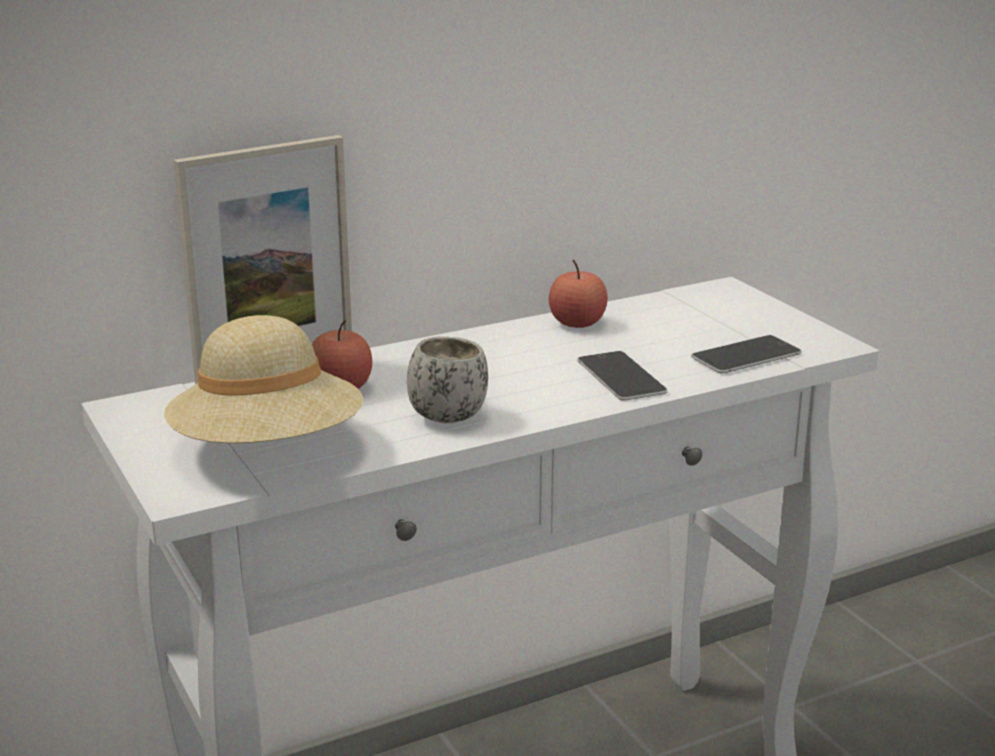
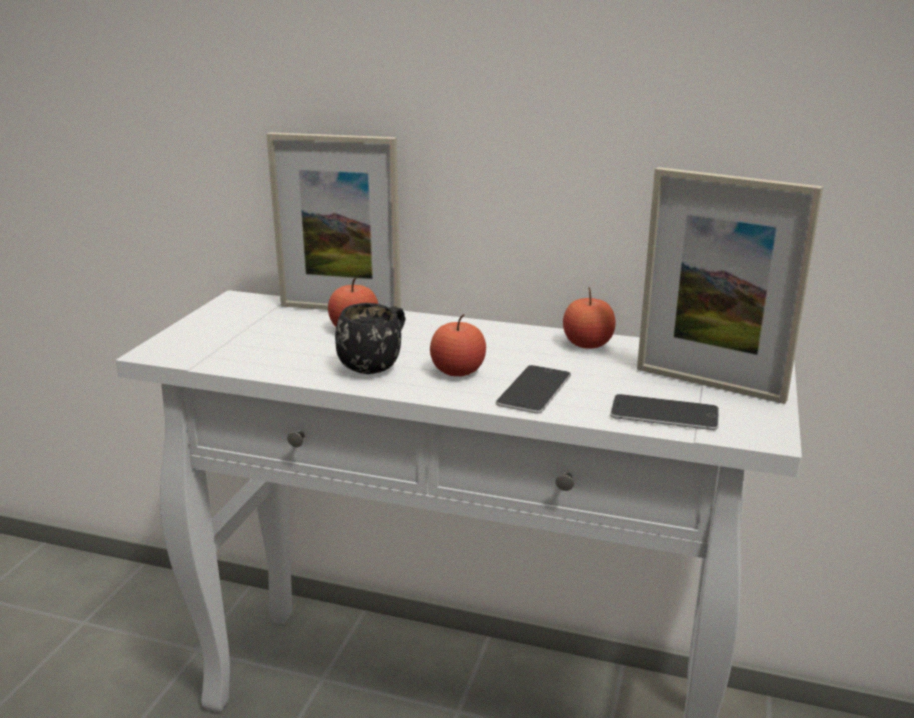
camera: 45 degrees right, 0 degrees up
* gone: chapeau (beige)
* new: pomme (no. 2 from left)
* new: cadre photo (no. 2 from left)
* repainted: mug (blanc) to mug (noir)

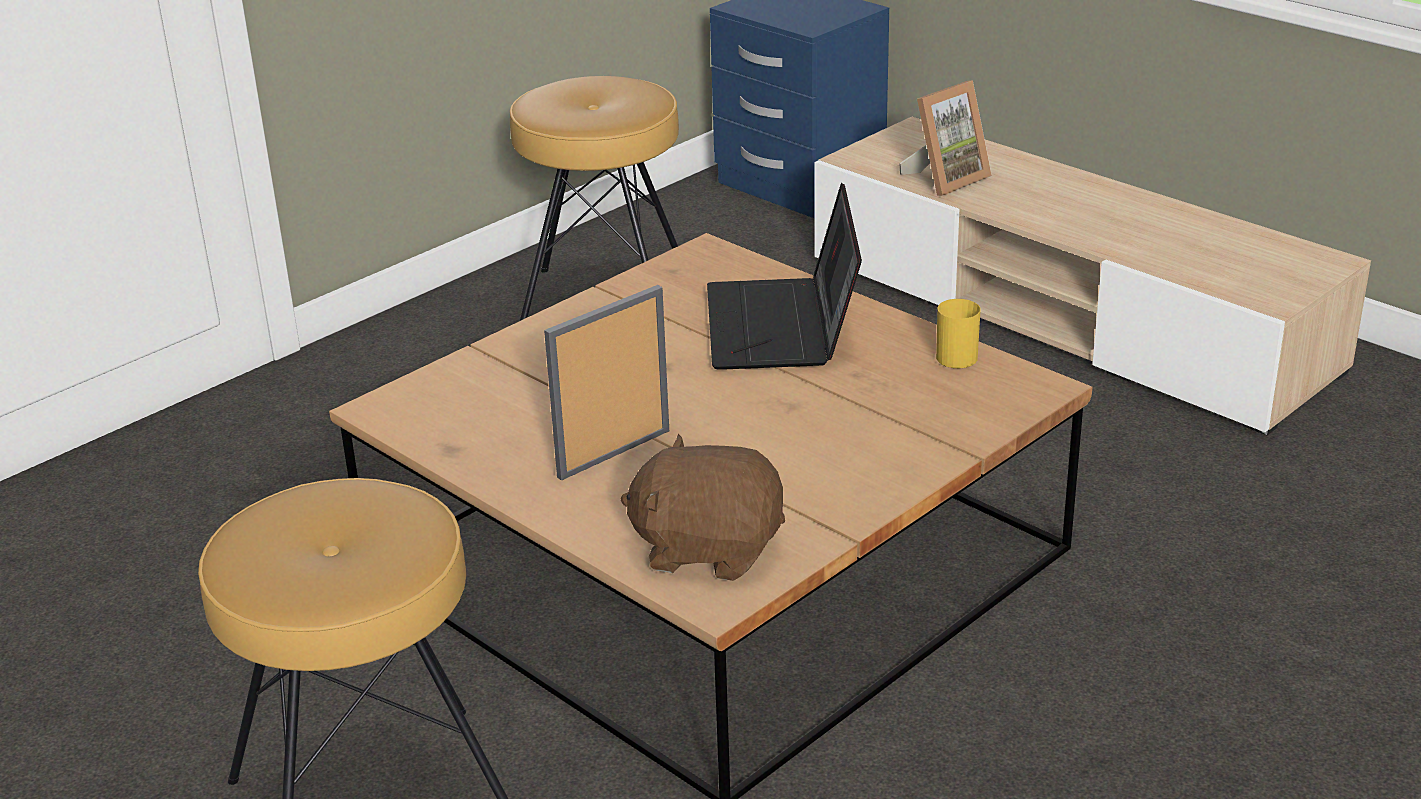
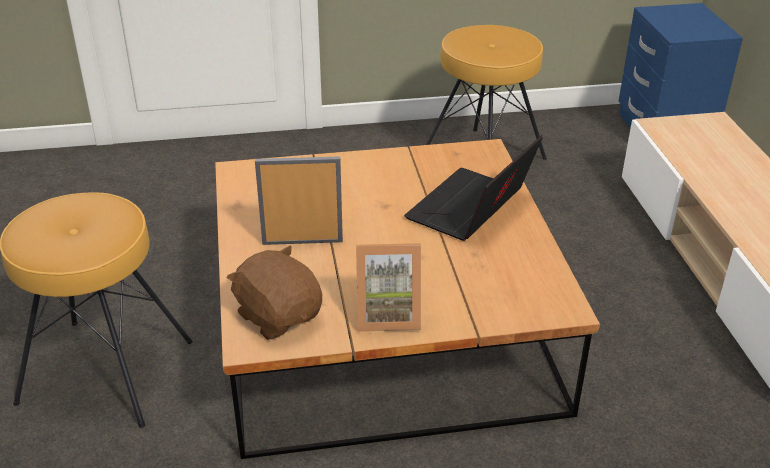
camera: 35 degrees right, 5 degrees up
* gone: mug (jaune)
* shifted: cadre photo (no. 2 from left)

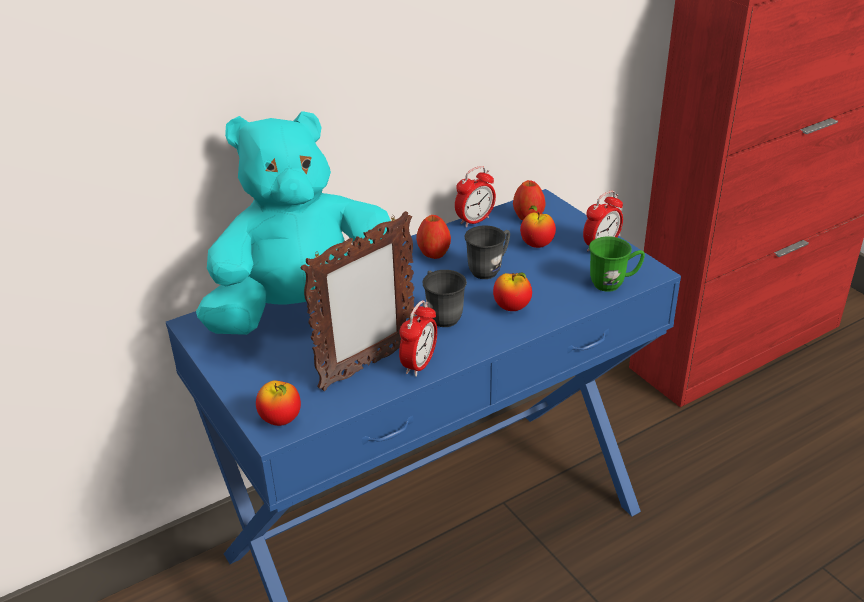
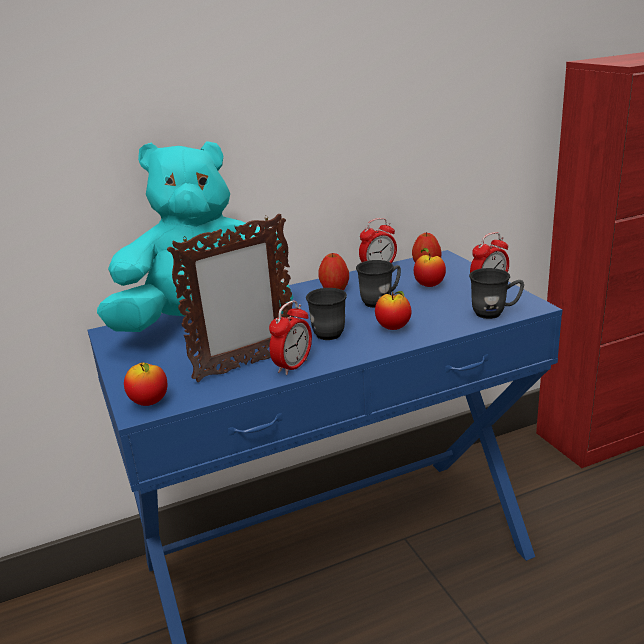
camera: 10 degrees right, 10 degrees down
* repainted: mug (vert) to mug (gris) (no. 3 from left)

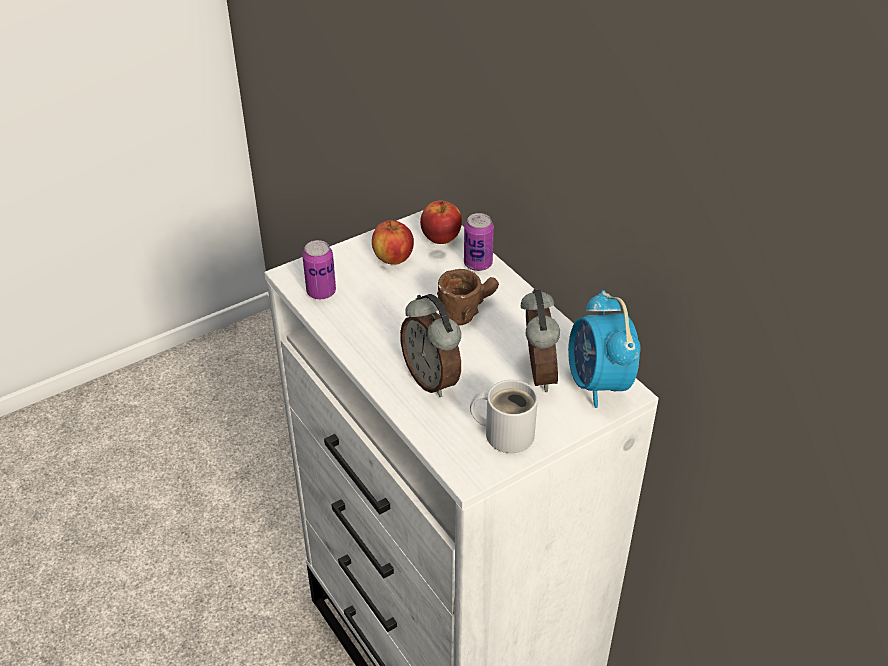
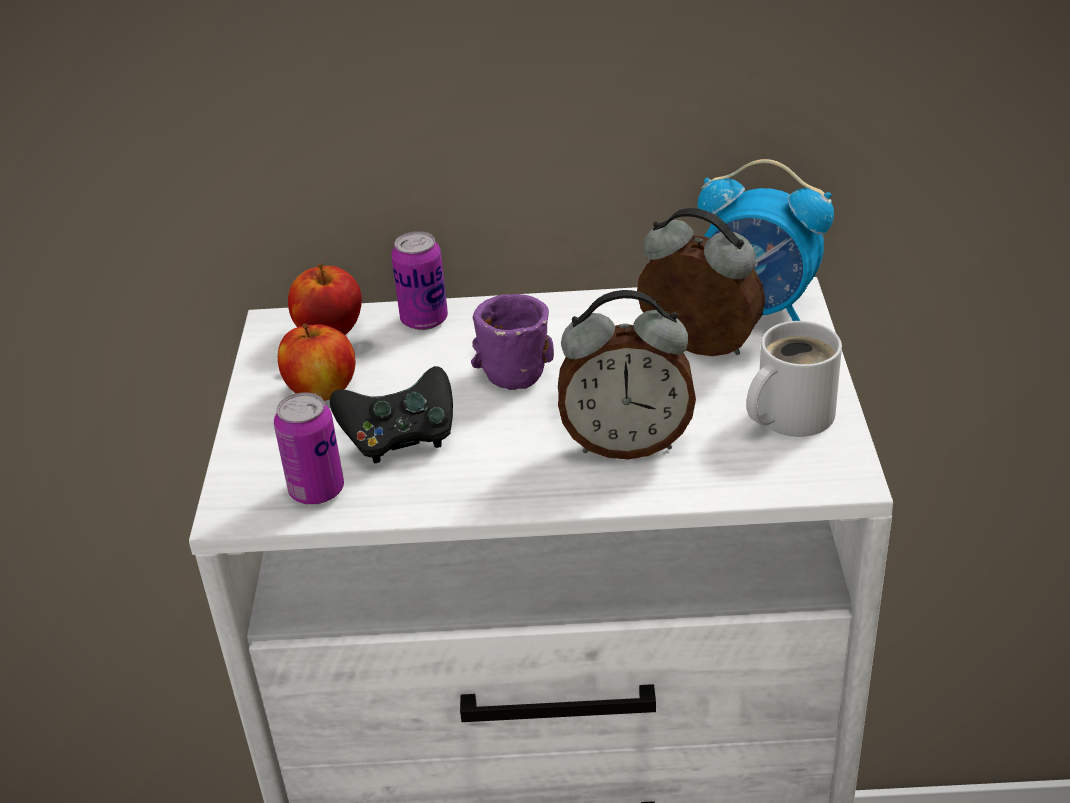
camera: 55 degrees left, 5 degrees down
* new: manette (noir)
* repainted: mug (marron) to mug (violet)

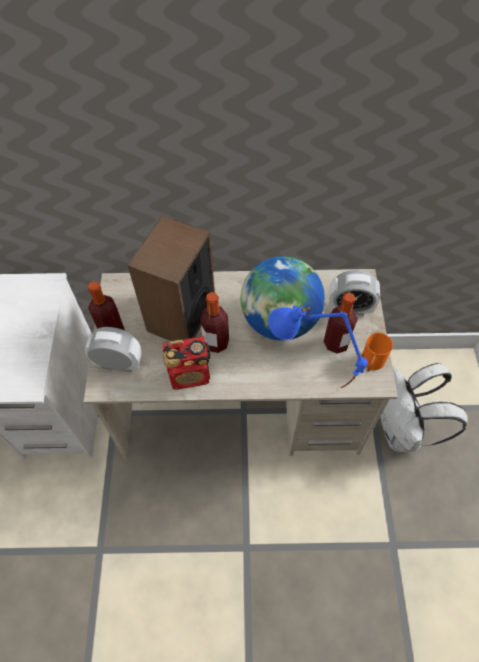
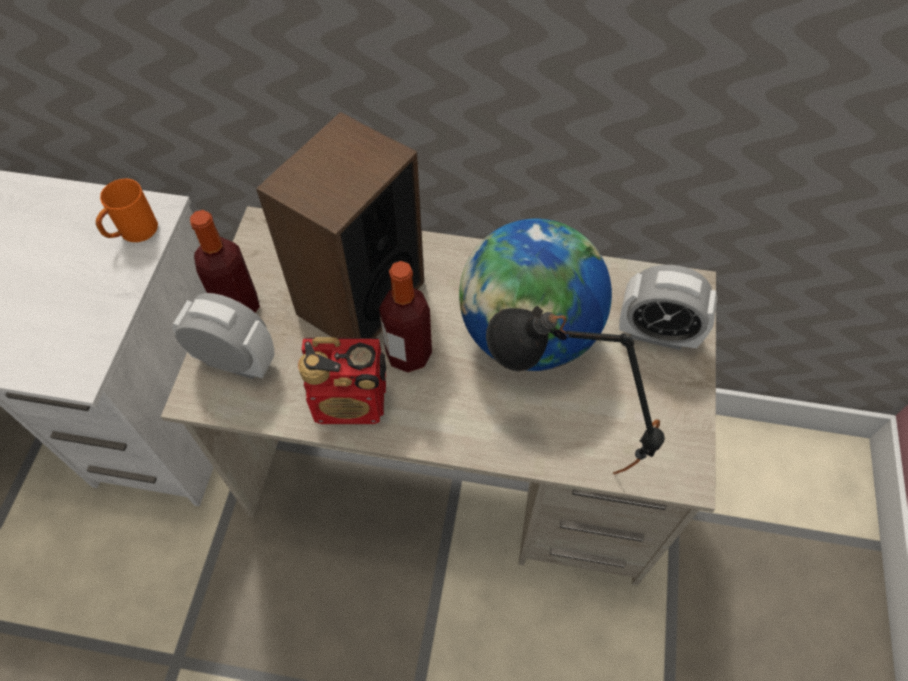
camera: 10 degrees right, 0 degrees up
* gone: bouteille (no. 3 from left)
* gone: sac à dos (blanc)
* shifted: mug (orange)
* repainted: lampe de table (bleu) to lampe de table (noir)

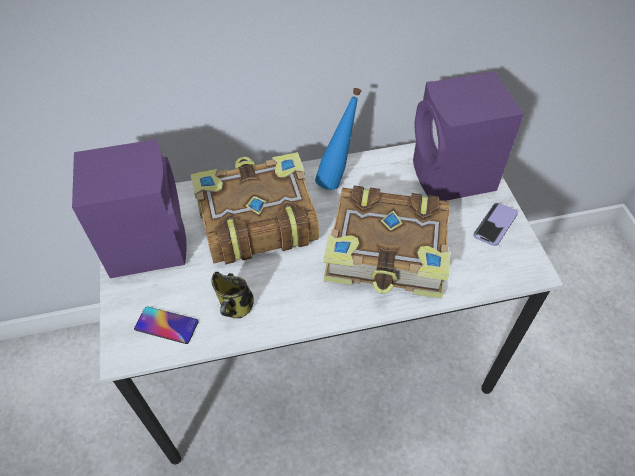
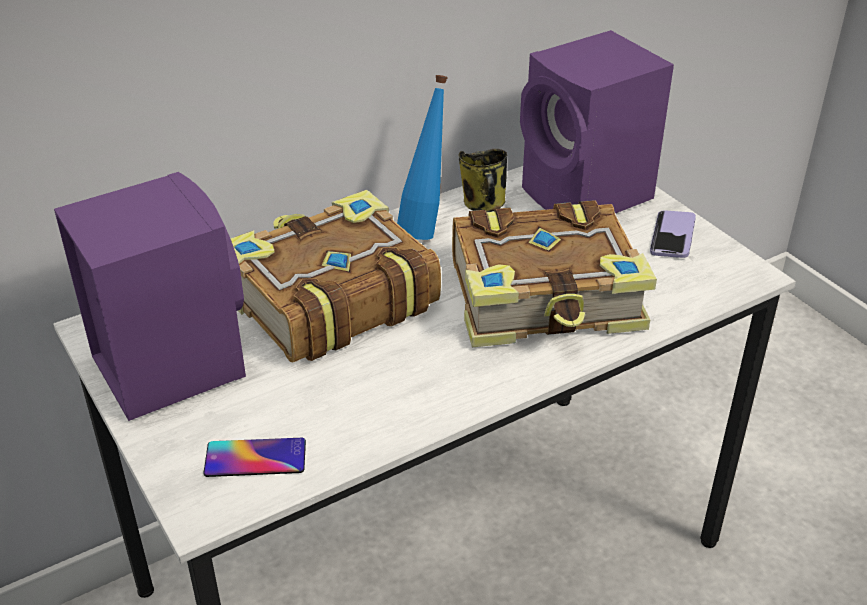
camera: 20 degrees left, 15 degrees down
* shifted: mug

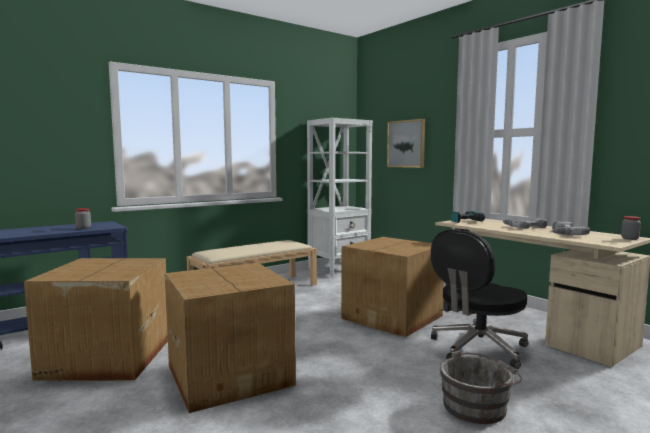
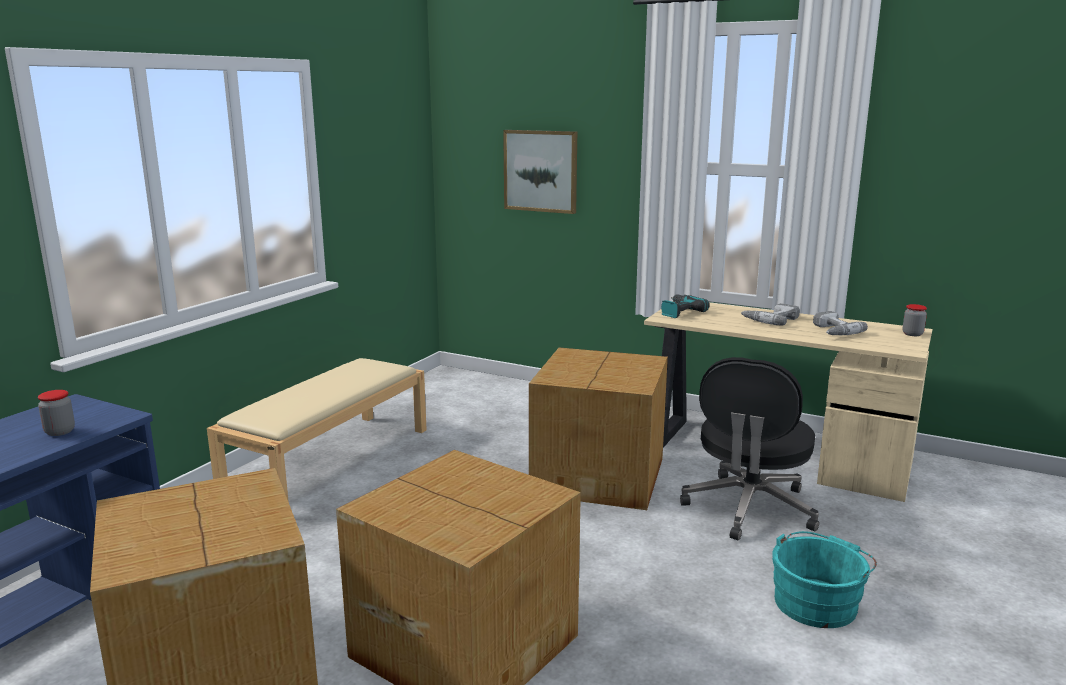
camera: 25 degrees left, 10 degrees up
* gone: bibliothèque (blanc)
* repainted: seau (gris) to seau (turquoise)

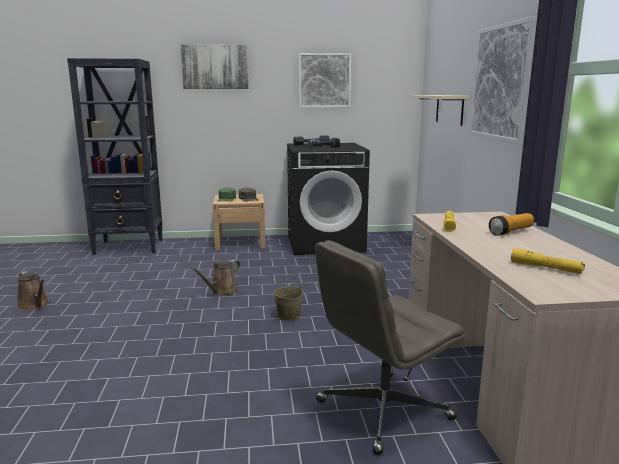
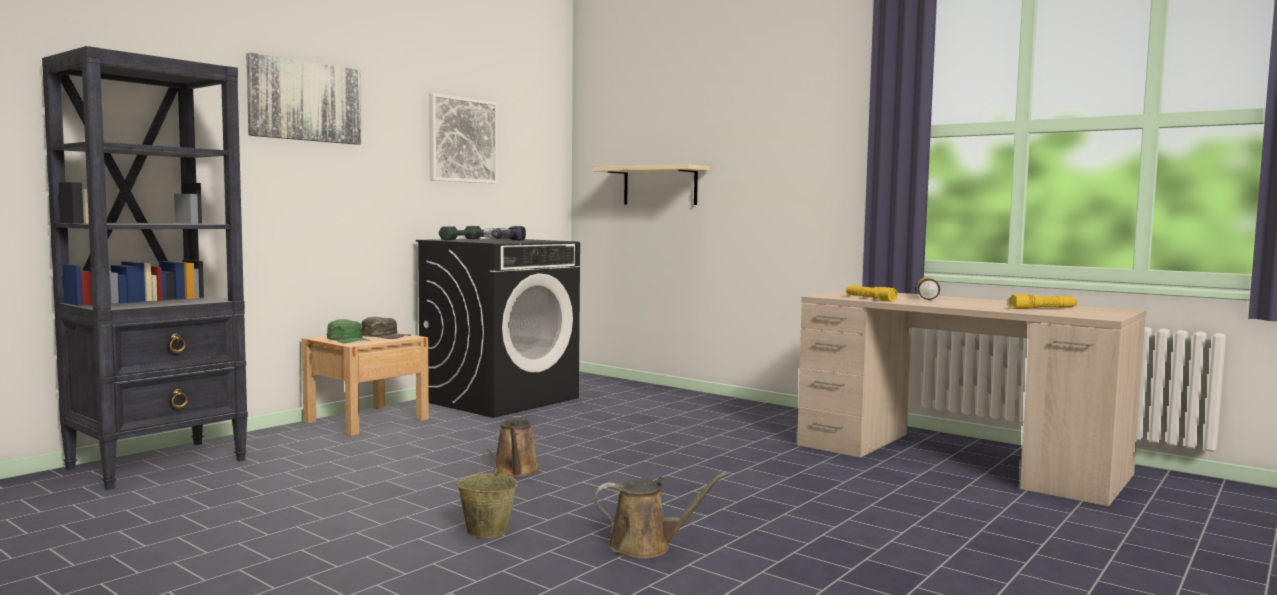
camera: 45 degrees left, 10 degrees down
* gone: chaise de bureau (gris)
* gone: tableau (no. 3 from left)
* shifted: arrosoir (marron) (no. 1 from left in the first image) to arrosoir (marron) (no. 2 from left)
* shifted: seau (beige)

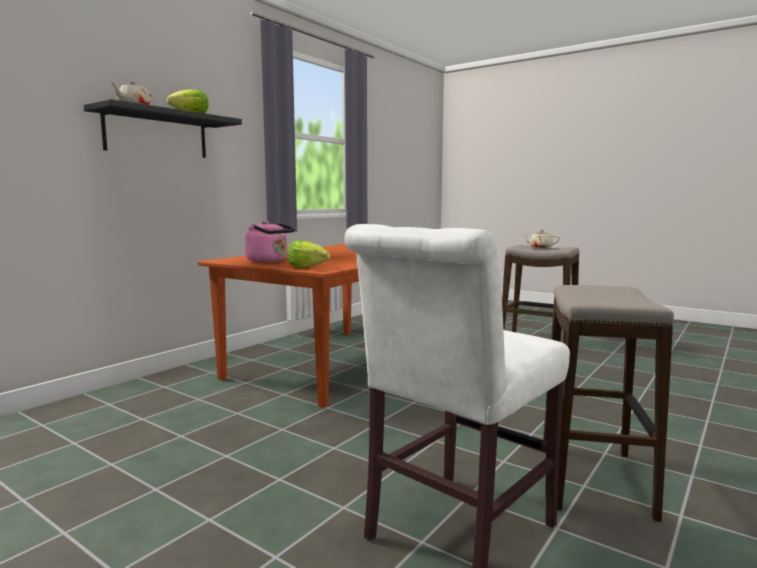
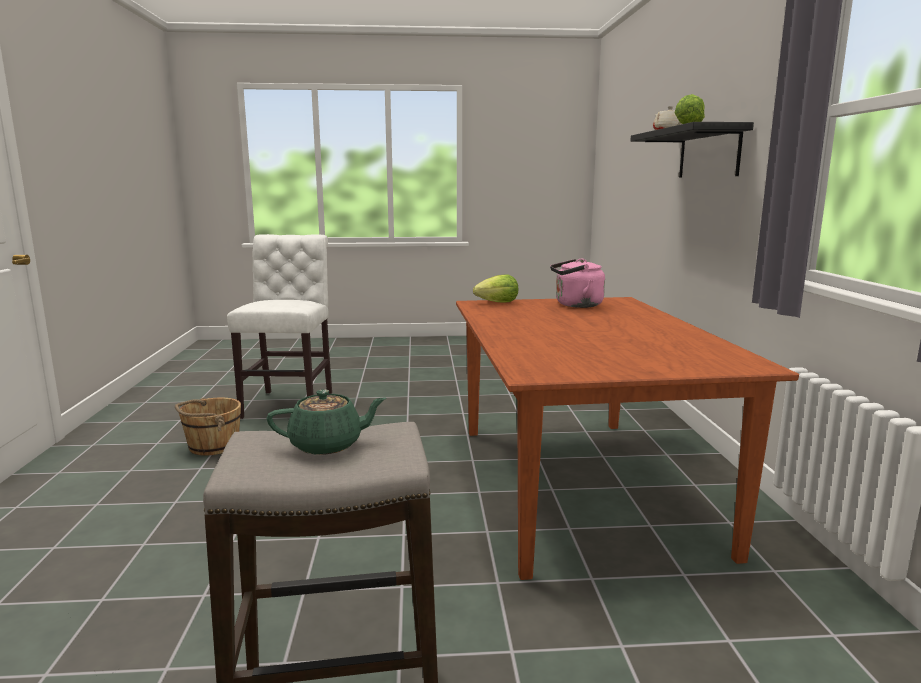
camera: 140 degrees right, 5 degrees up
* swapped: tabouret (no. 2 from left) to seau (marron)
* repainted: théière (beige) (no. 2 from left) to théière (vert)

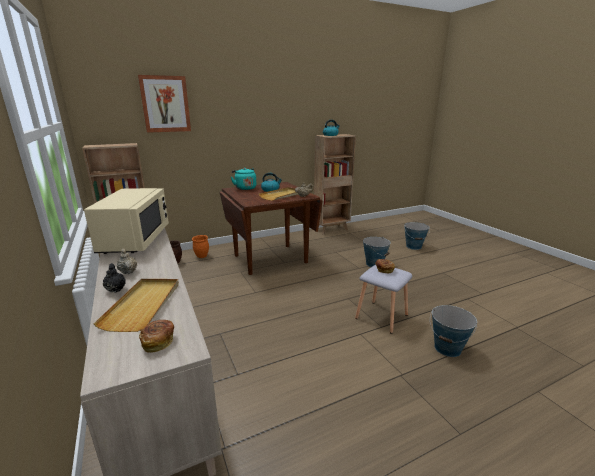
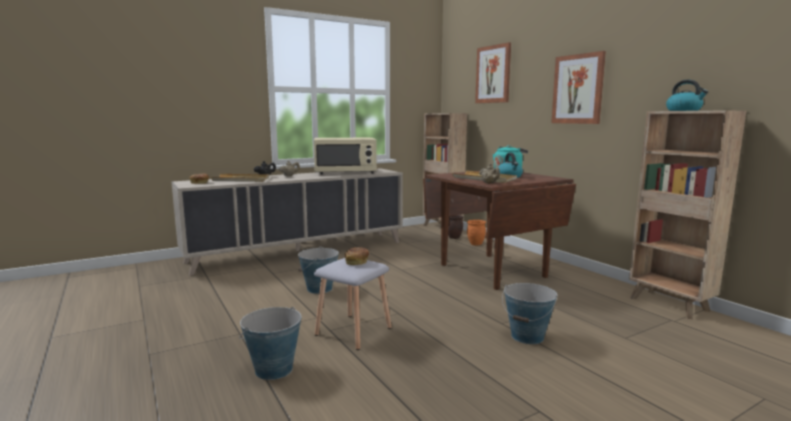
camera: 85 degrees right, 10 degrees down
* new: tableau (no. 2 from left)
* shifted: seau (no. 2 from left)

